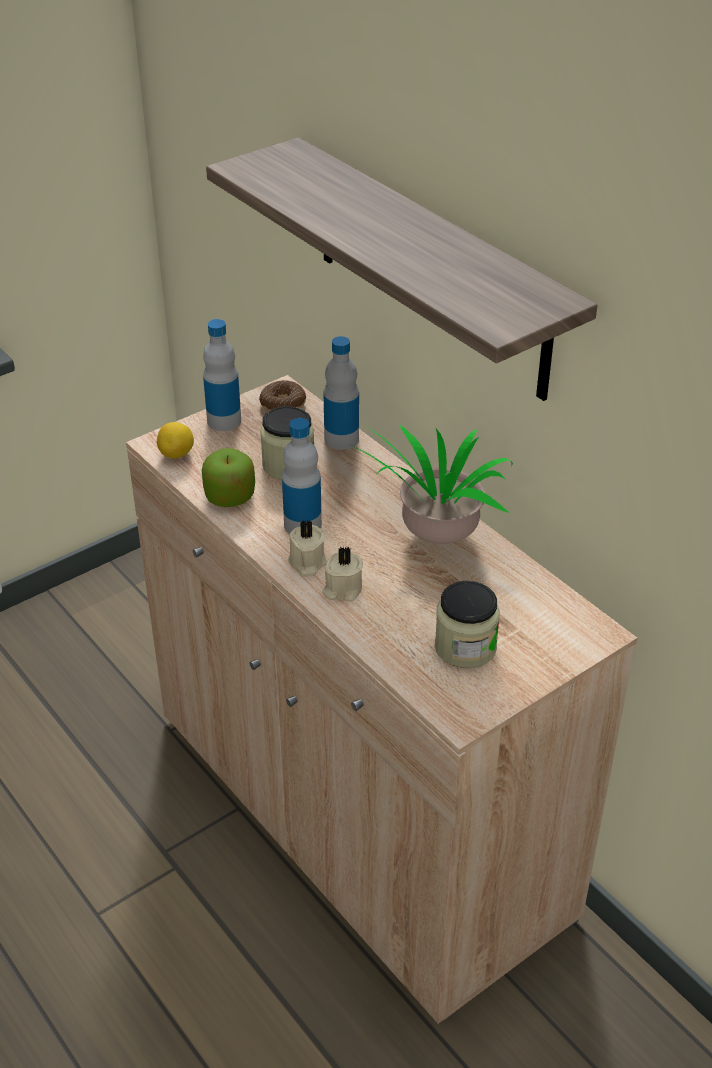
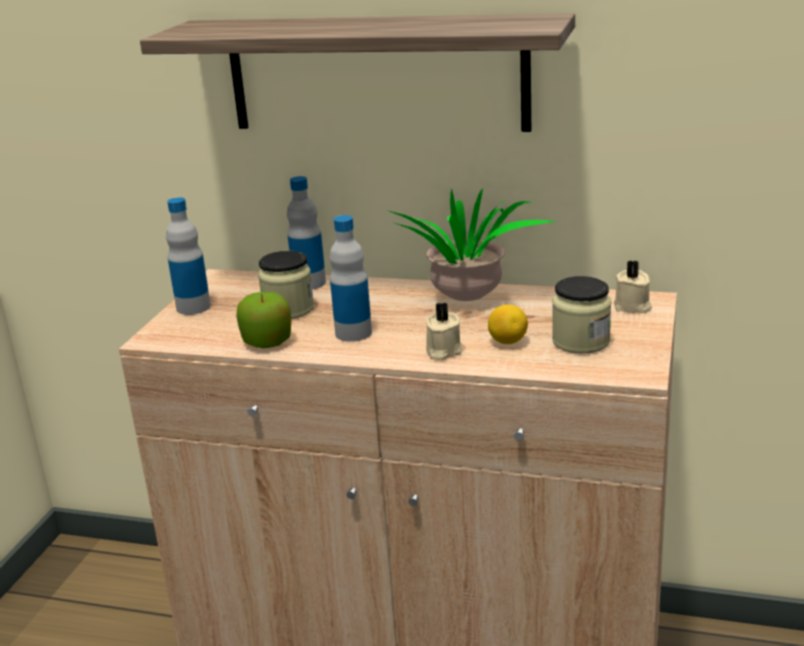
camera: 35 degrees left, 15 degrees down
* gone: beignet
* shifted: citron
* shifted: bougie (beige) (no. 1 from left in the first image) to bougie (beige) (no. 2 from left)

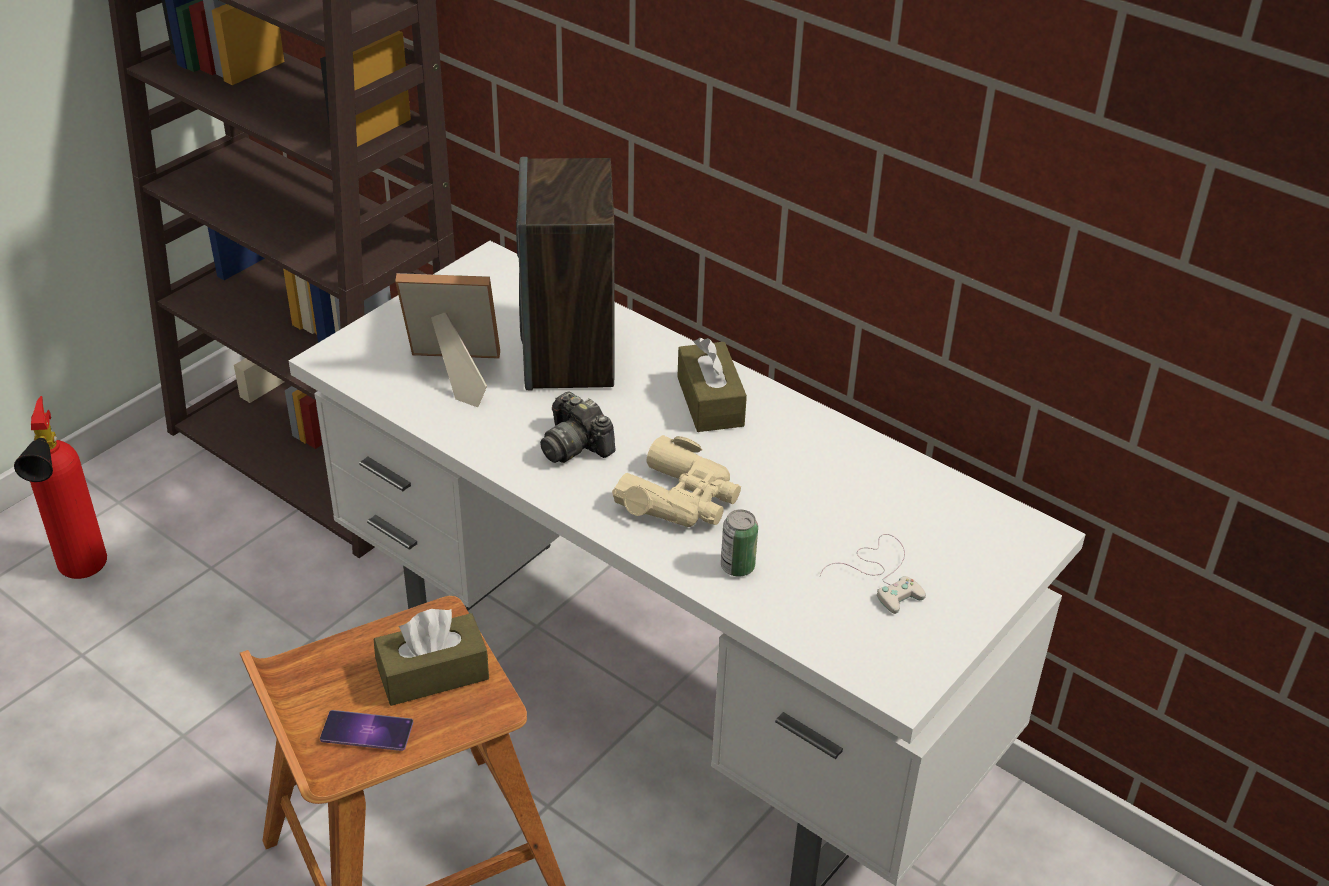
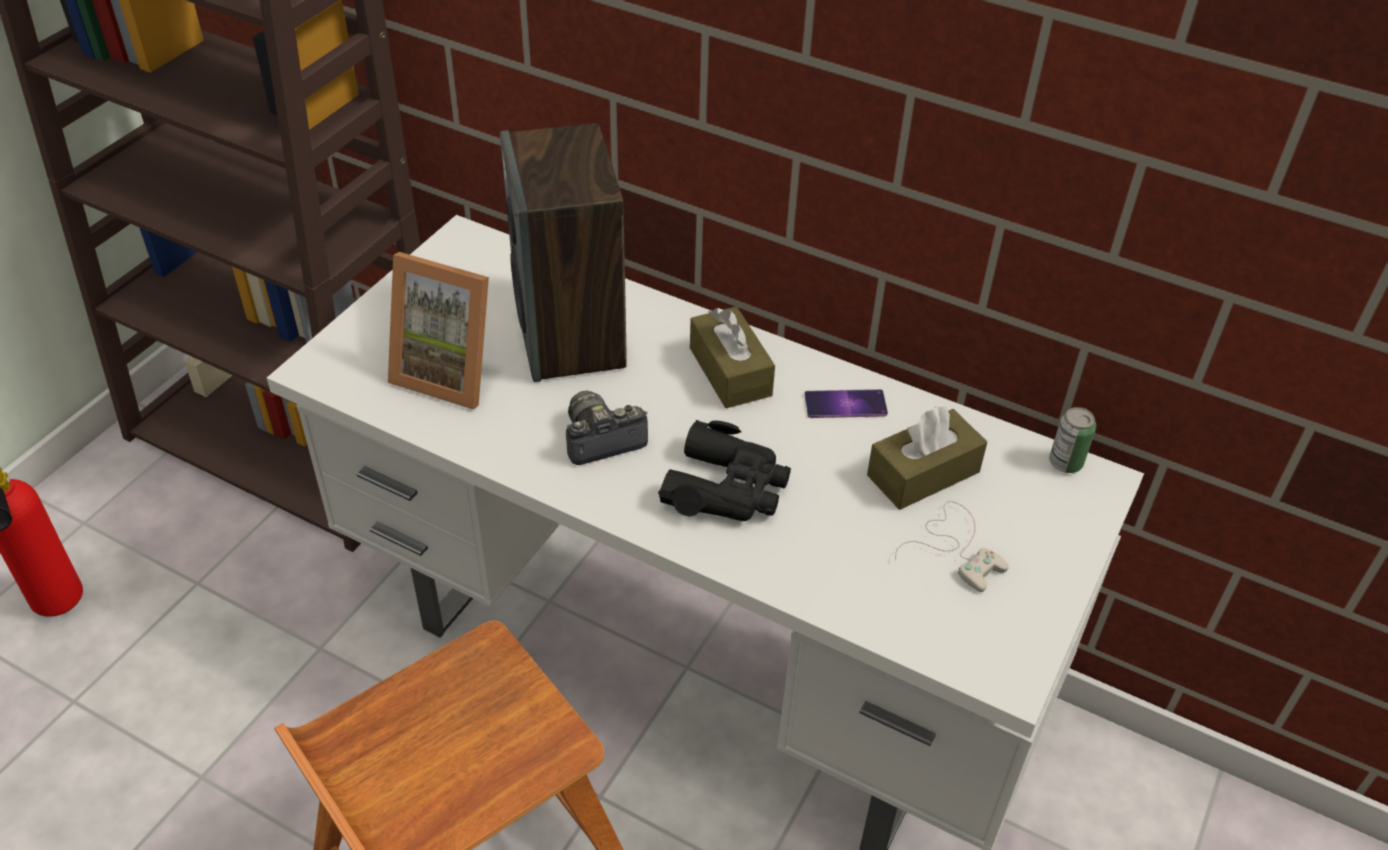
camera: 10 degrees left, 5 degrees up
* shifted: téléphone
* shifted: boîte à mouchoirs (marron) (no. 1 from left in the first image) to boîte à mouchoirs (marron) (no. 2 from left)
* shifted: boîte métallique
* repainted: jumelles (beige) to jumelles (noir)
* rotated: cadre photo 150 degrees counterclockwise
* rotated: appareil photo 120 degrees clockwise

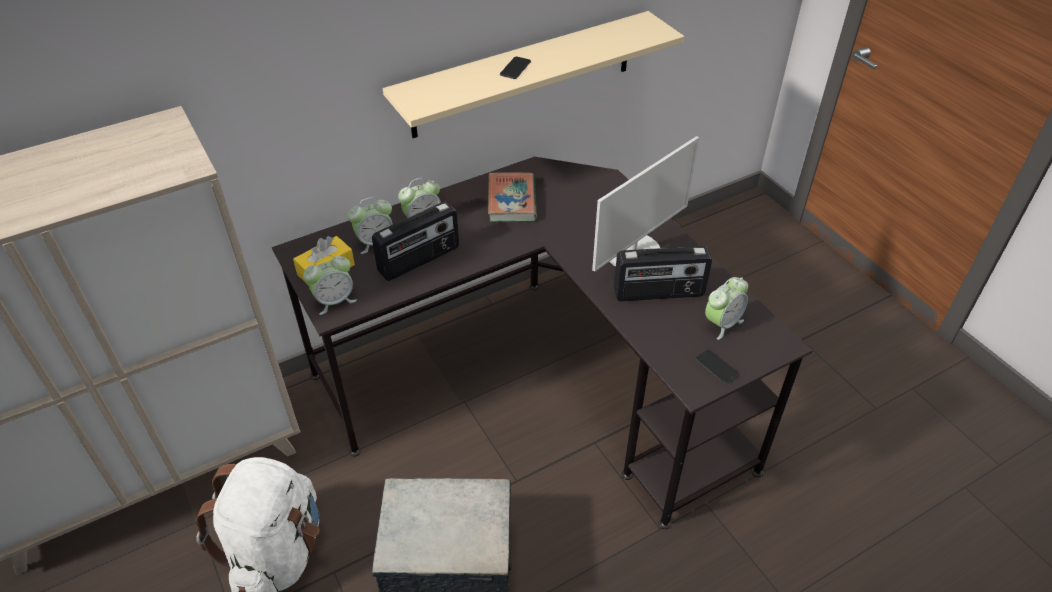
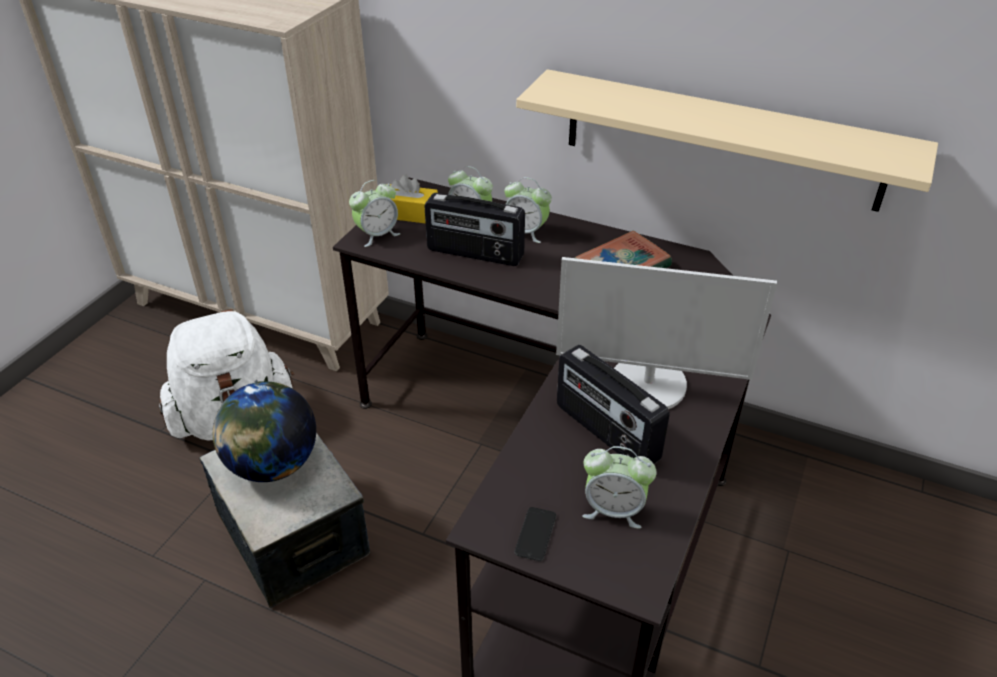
camera: 55 degrees right, 5 degrees down
* gone: téléphone (no. 1 from left)
* new: globe
* rotated: réveil (no. 1 from left) 60 degrees counterclockwise

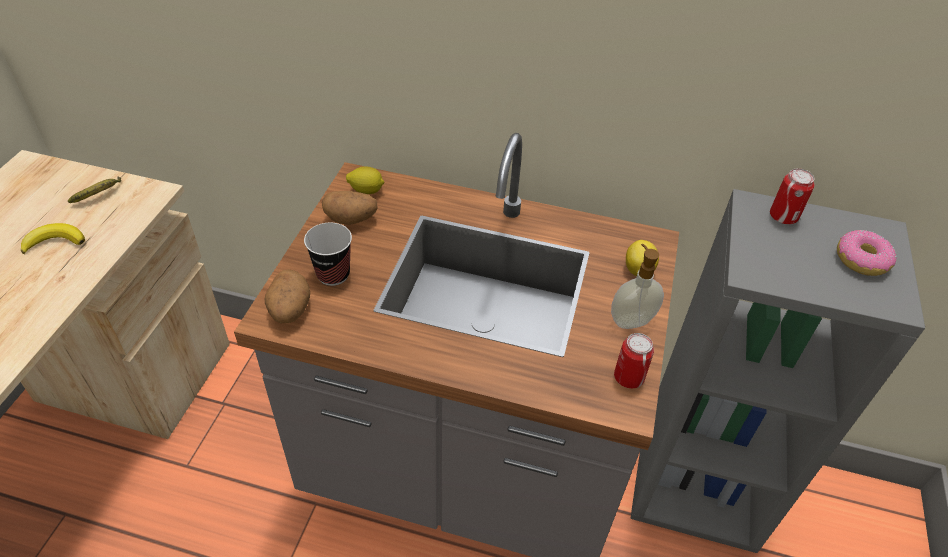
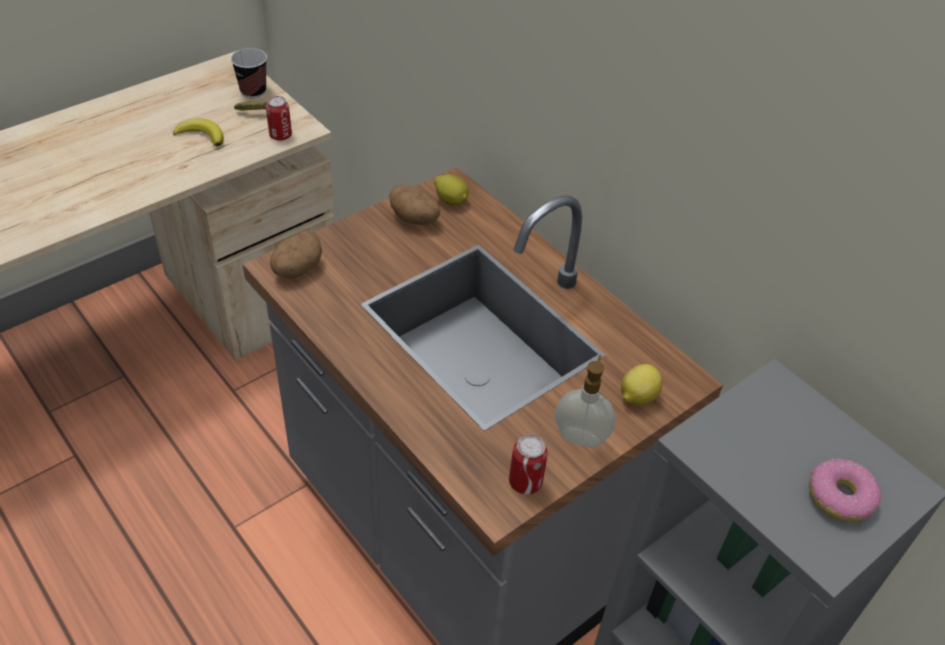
camera: 35 degrees right, 0 degrees up
* shifted: tasse
* shifted: boîte métallique (no. 2 from left in the first image) to boîte métallique (no. 1 from left)

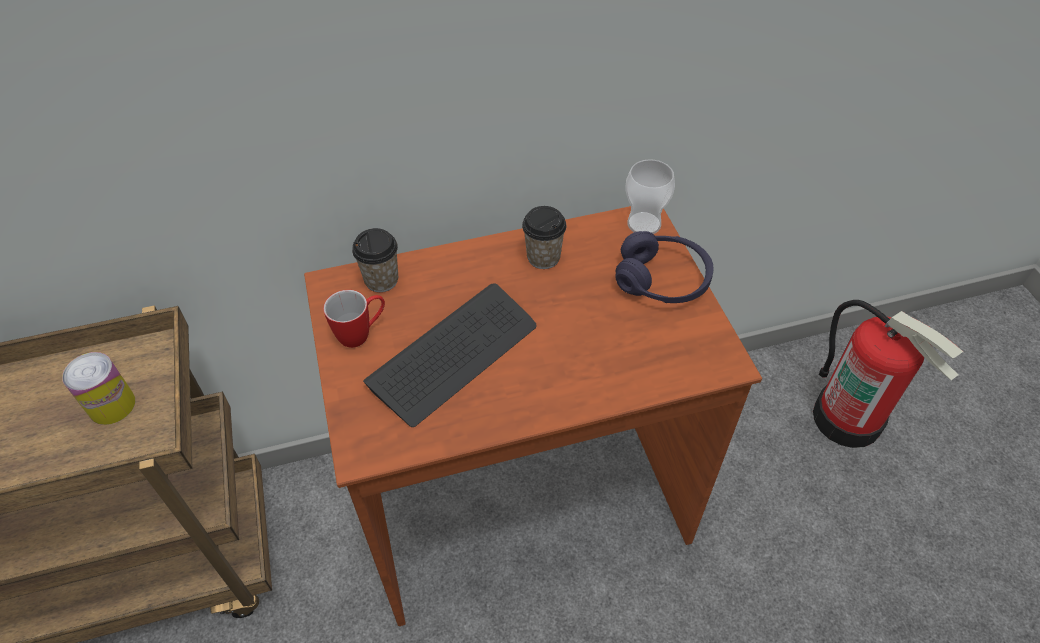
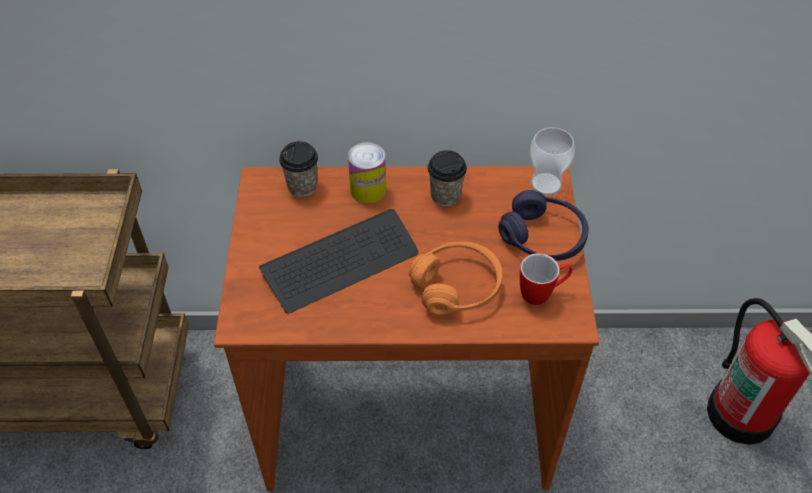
camera: 15 degrees right, 0 degrees up
* new: casque audio (orange)
* shifted: boîte métallique
* shifted: mug

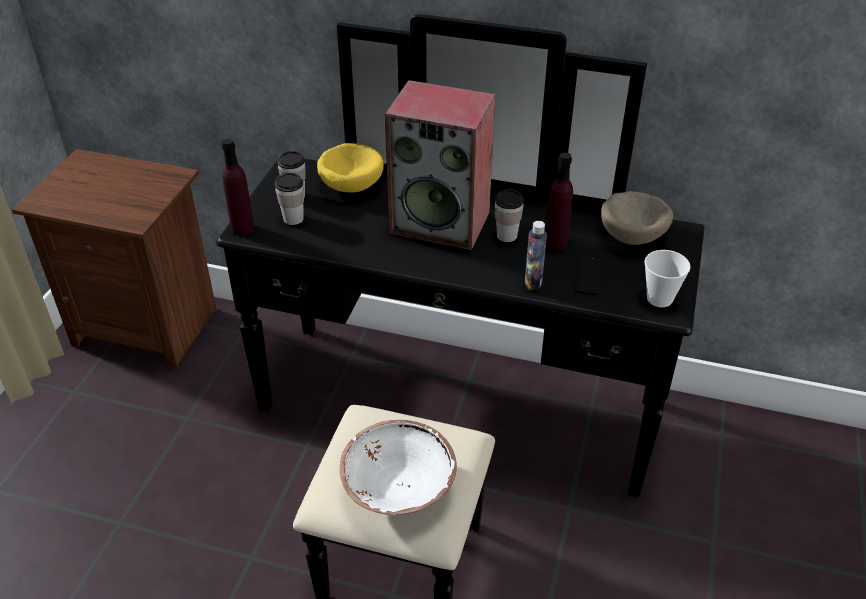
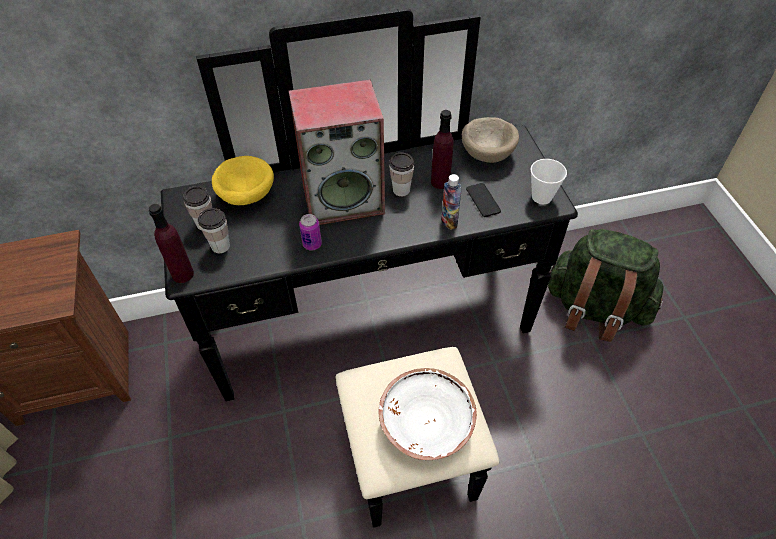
camera: 30 degrees left, 10 degrees up
* new: boîte métallique
* new: sac à dos (vert)

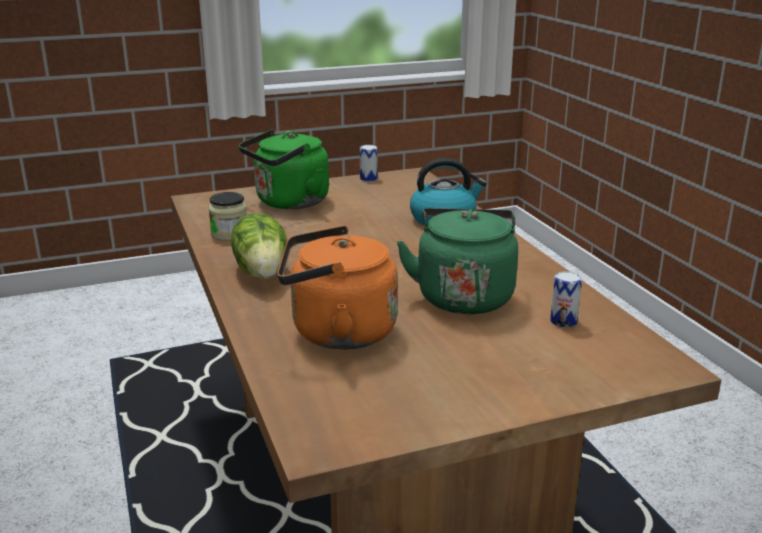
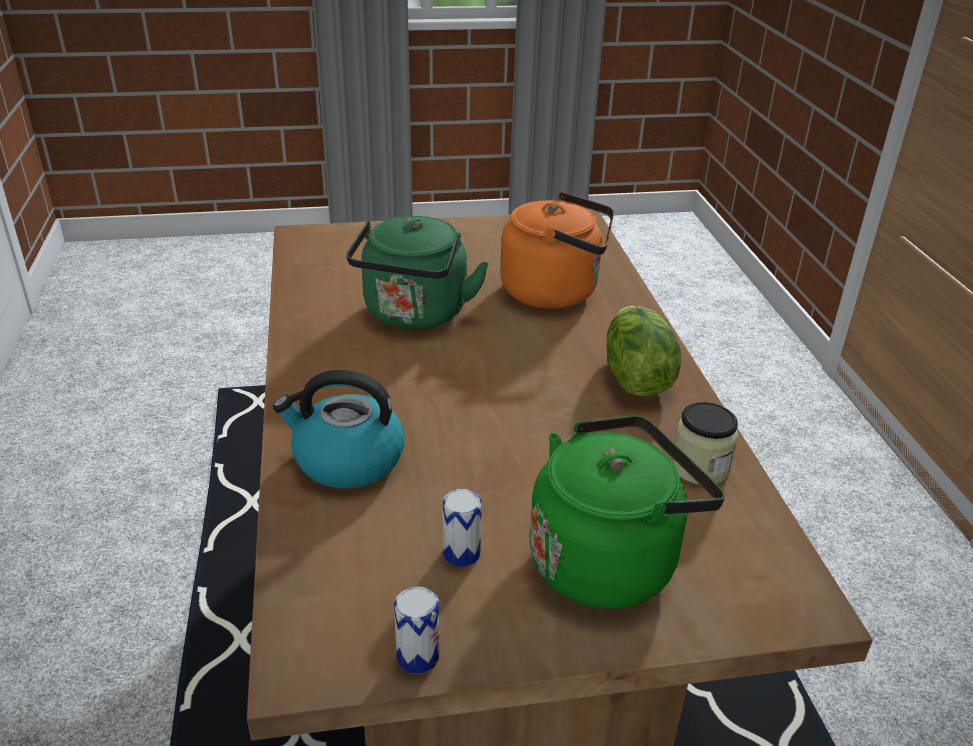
camera: 170 degrees left, 10 degrees up
* shifted: boîte métallique (no. 2 from left)

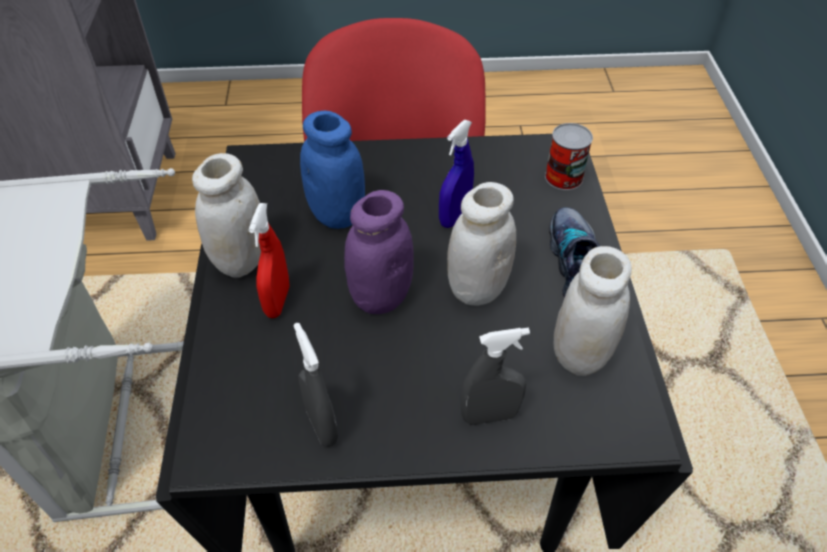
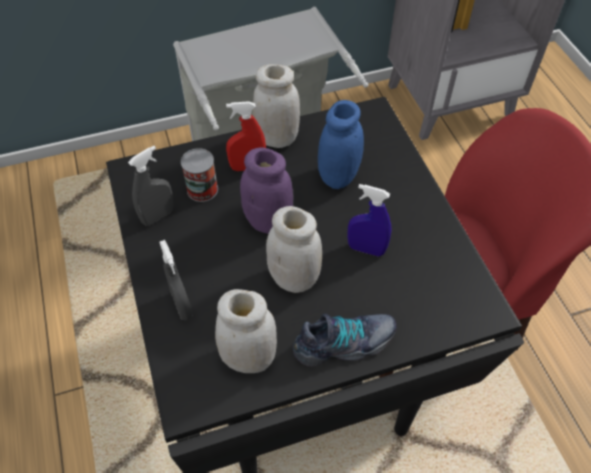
camera: 75 degrees right, 5 degrees up
* shifted: boîte métallique

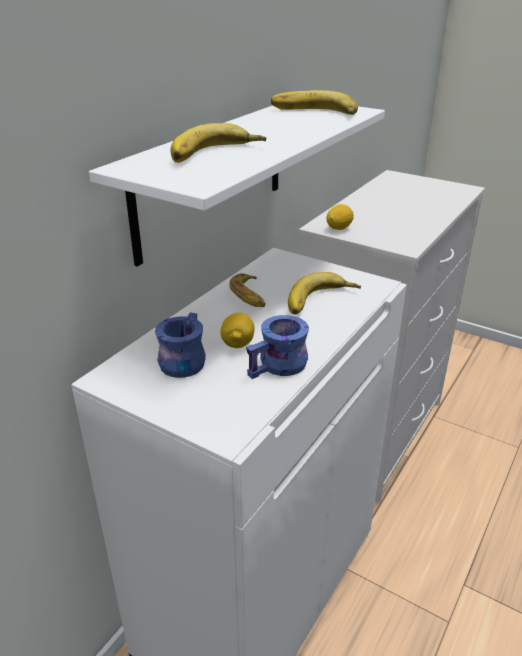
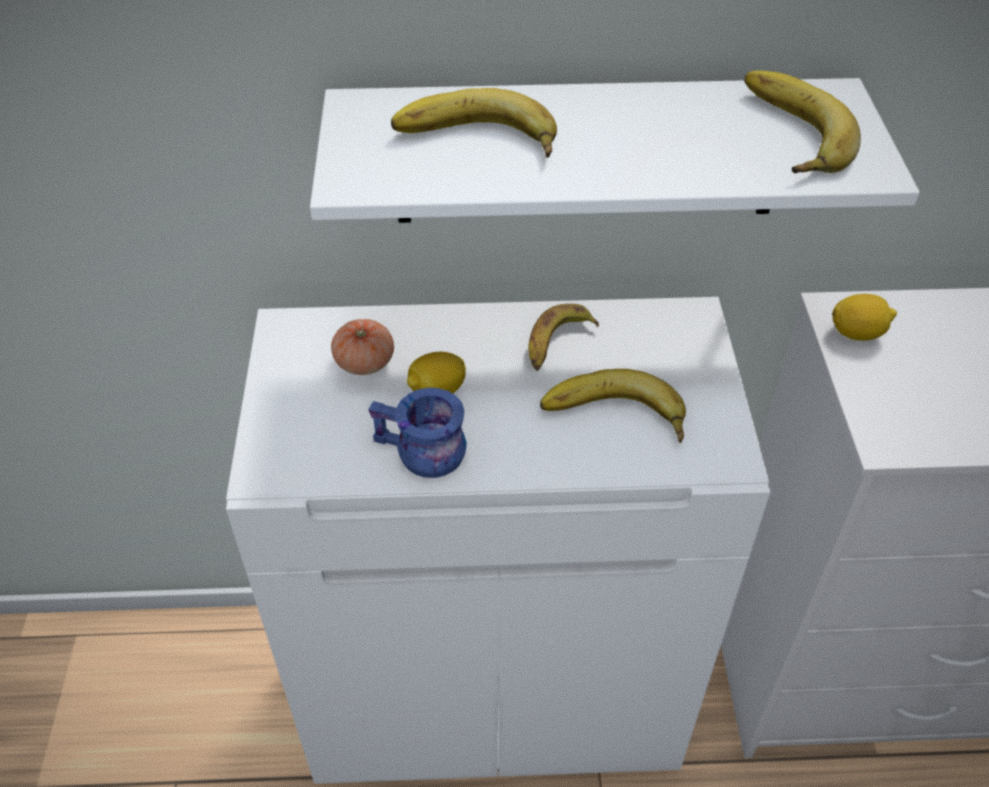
camera: 55 degrees right, 15 degrees up
* swapped: mug (bleu) (no. 1 from left) to tomate

